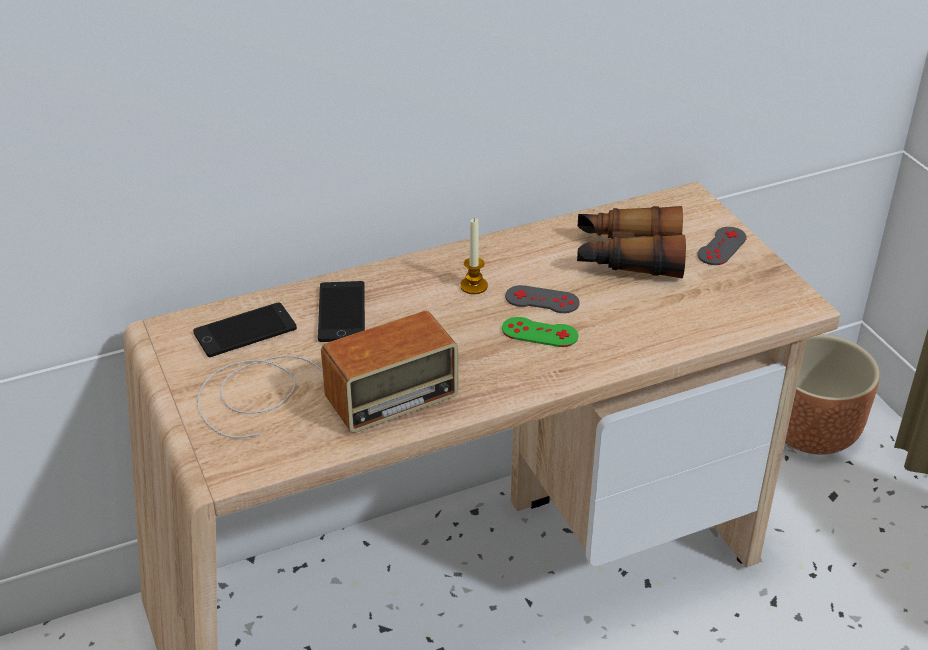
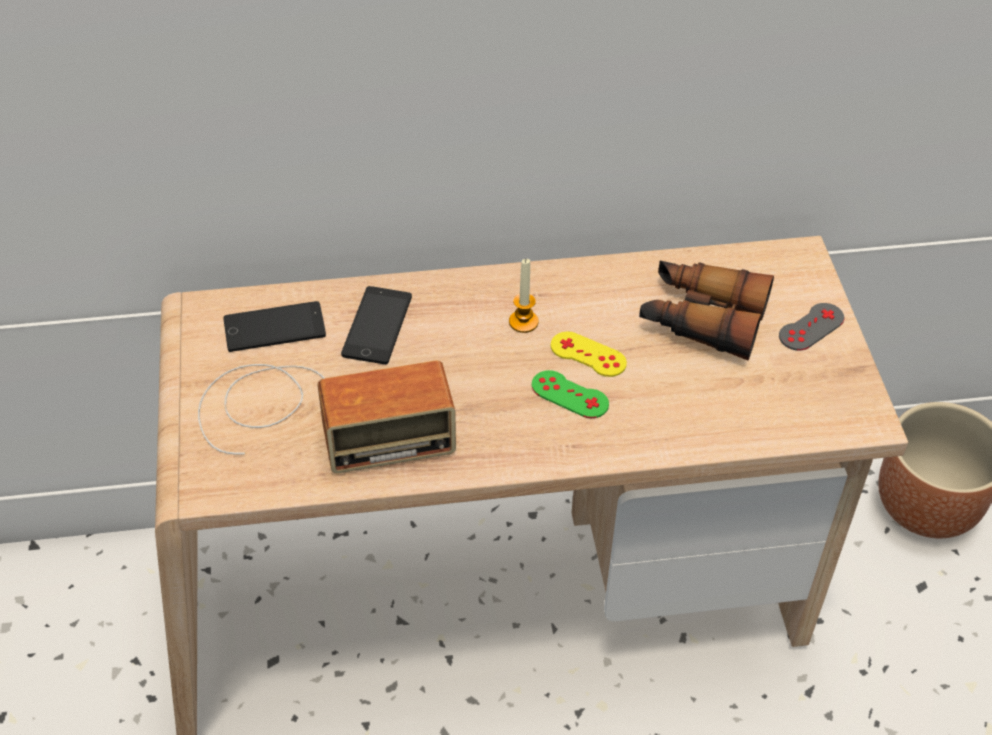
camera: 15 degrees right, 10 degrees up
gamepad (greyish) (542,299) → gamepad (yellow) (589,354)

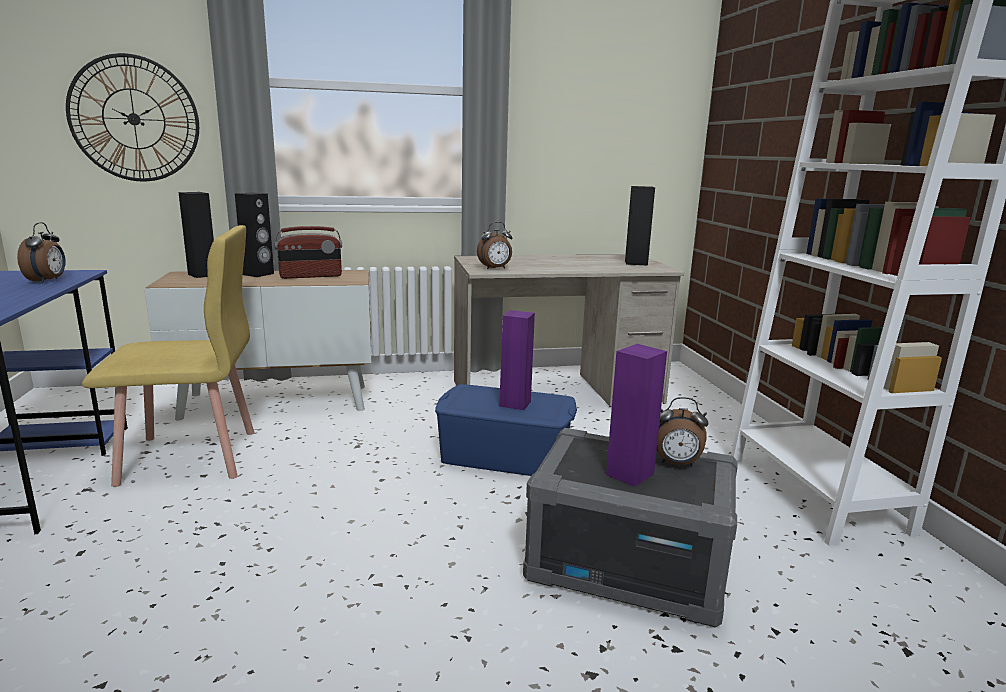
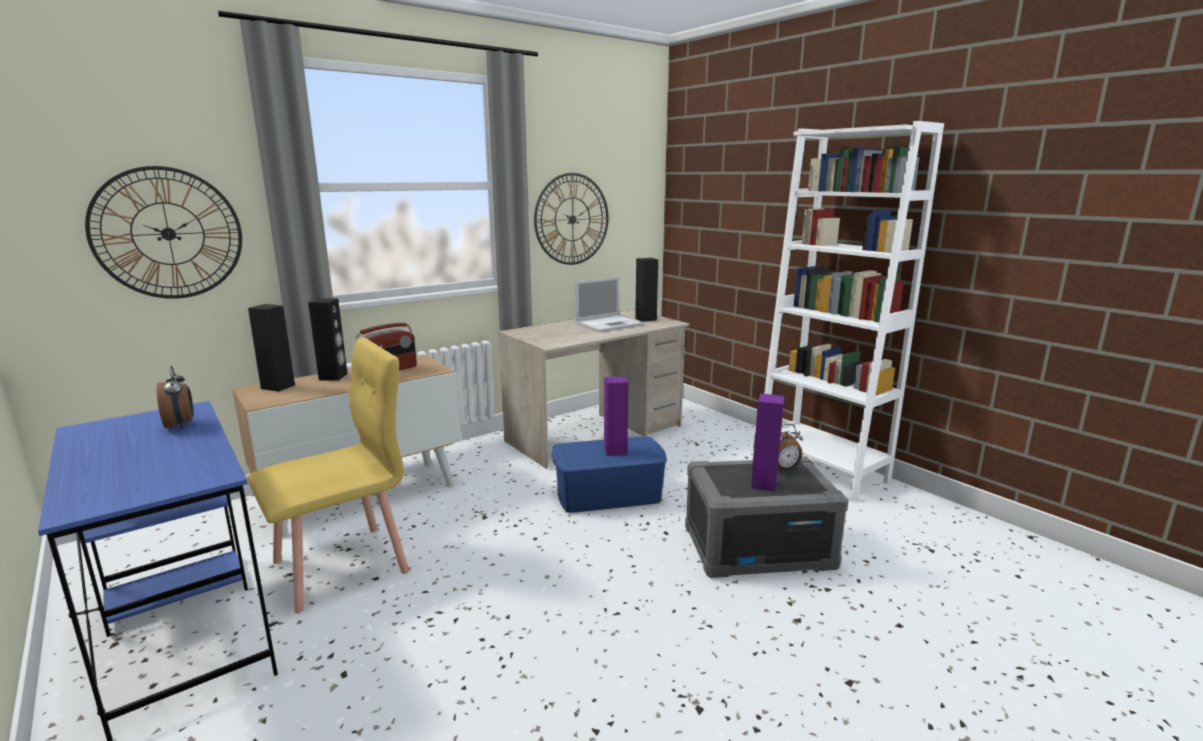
camera: 25 degrees left, 0 degrees up
bedside clock (494,246) → -
- → hanging clock (571,219)
- → notebook computer (609,304)

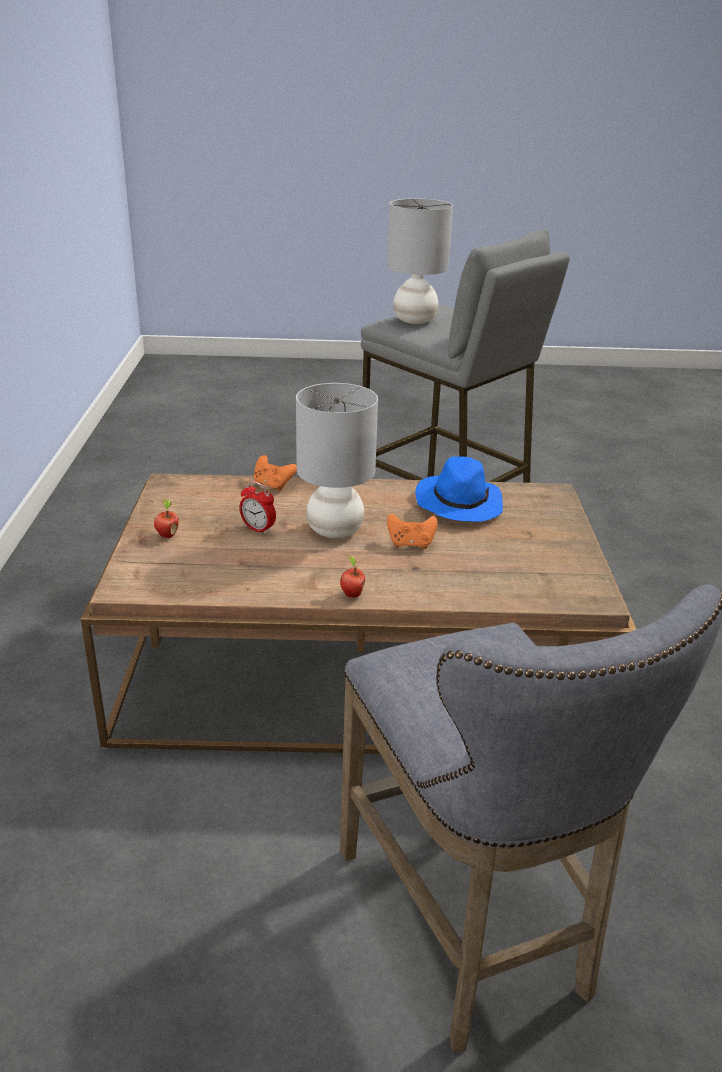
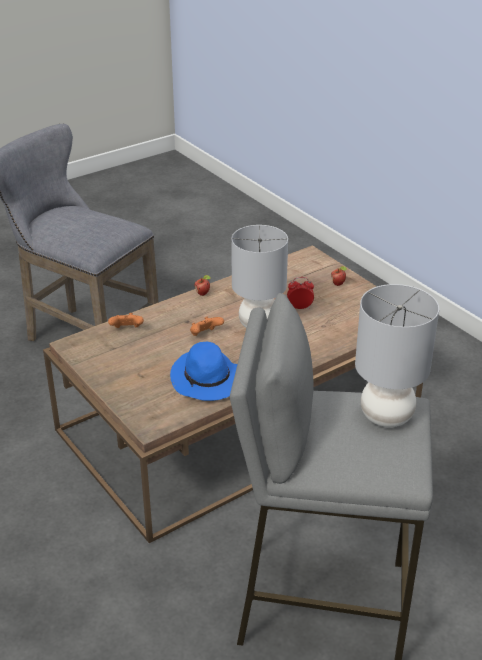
camera: 145 degrees right, 5 degrees up
gamepad (orange) (275,473) → gamepad (orange) (126,320), moved

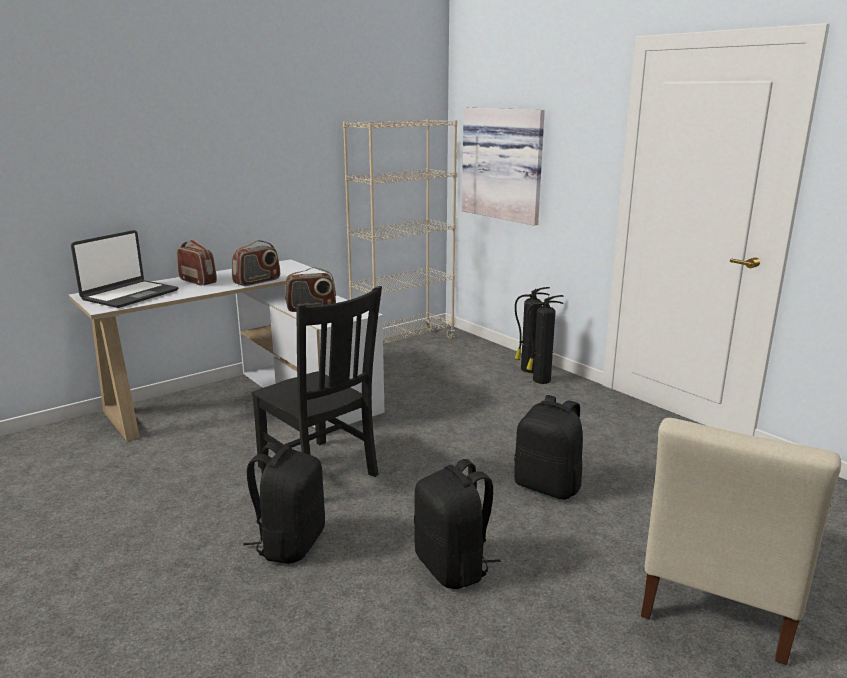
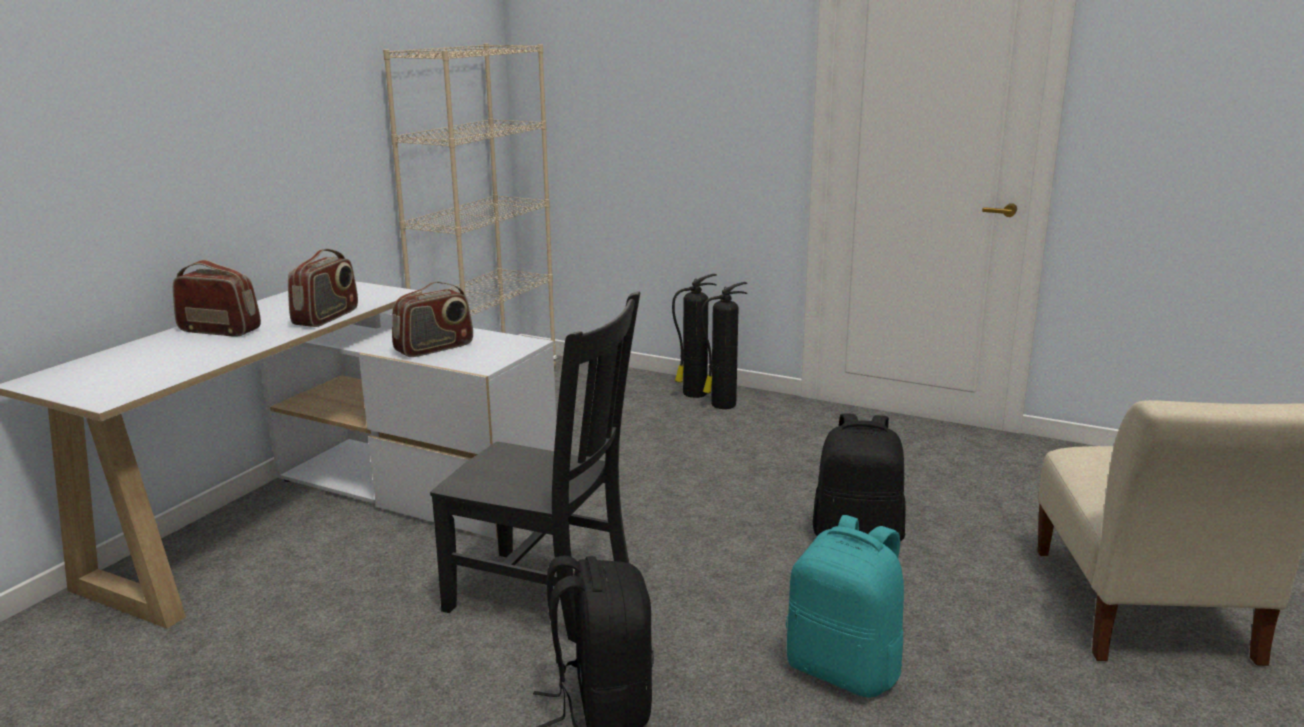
camera: 25 degrees left, 0 degrees up
wall picture (503,167) → -
notebook computer (125,269) → -
backpack (black-coloured) (457,524) → backpack (blue-green) (845,606)

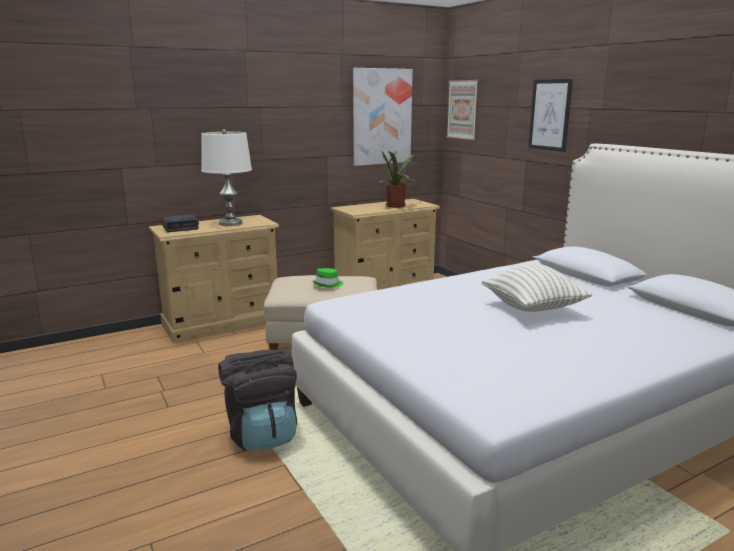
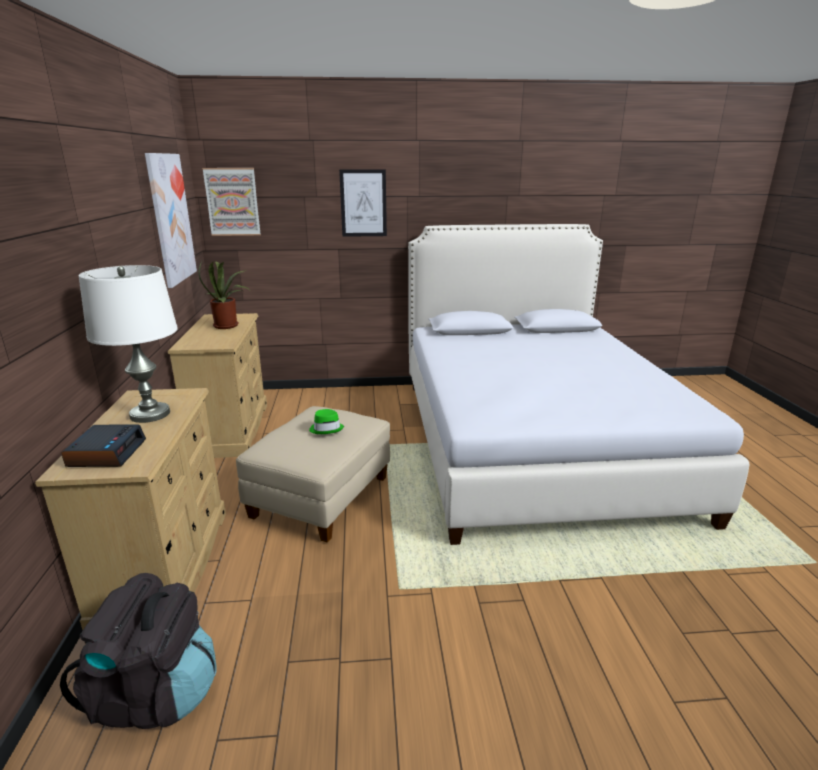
camera: 65 degrees left, 5 degrees up
pillow (537,288) → -
backpack (black-coloured) (257,400) → backpack (black-coloured) (138,651), moved

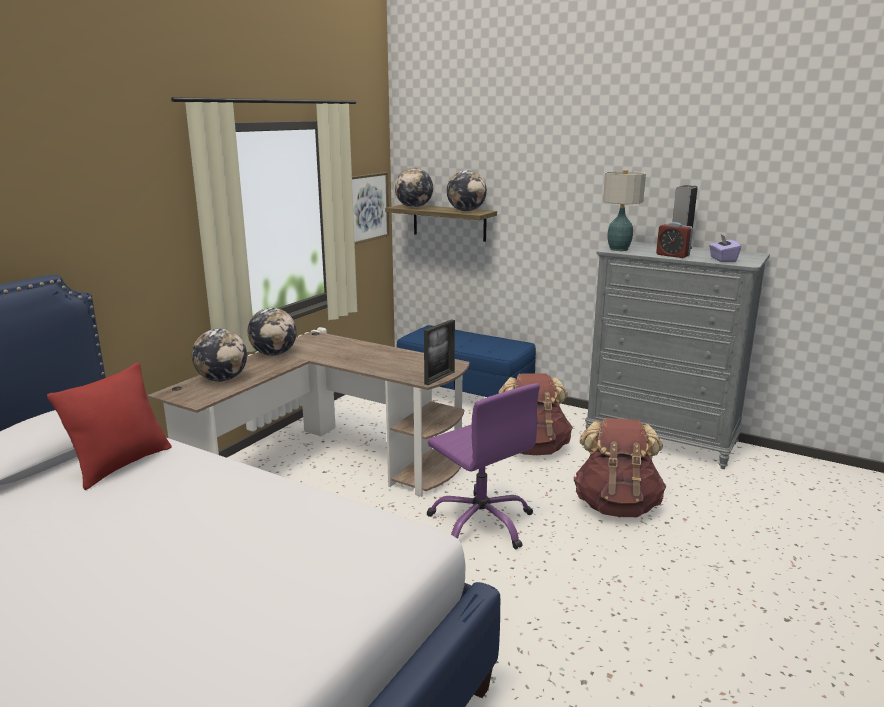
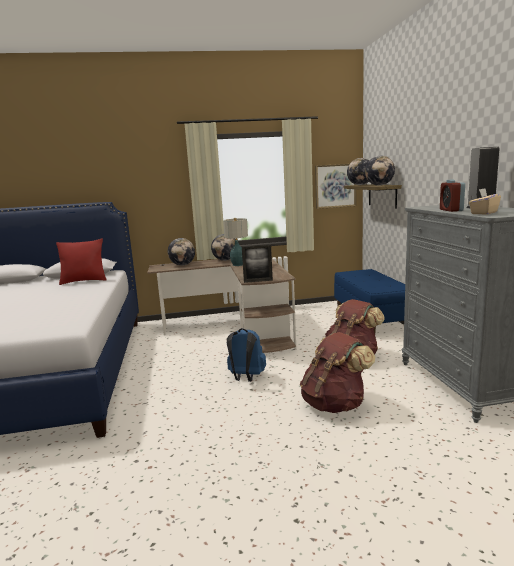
camera: 50 degrees right, 5 degrees down
lamp for a table (624,210) → lamp for a table (235,242), moved
box of tissues (purple) (725,248) → box of tissues (beige) (485,201)
computer chair (purple) (483,466) → backpack (blue-coloured) (246,355)

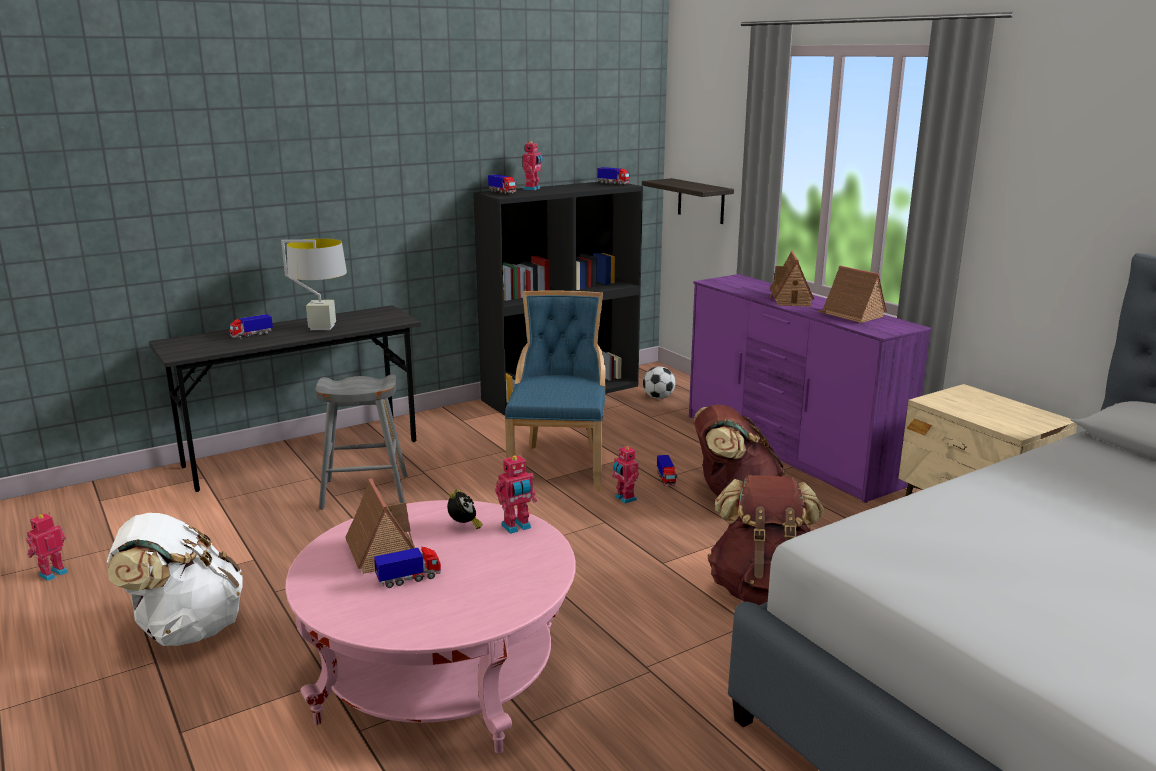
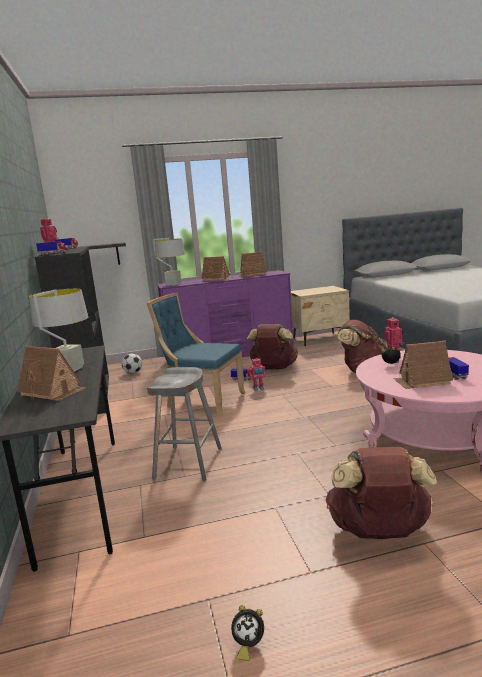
camera: 70 degrees left, 5 degrees down
model truck (251,326) → model house (51,373)
model robot (47,546) → bedside clock (247,633)
backpack (white) (175,579) → backpack (brown-coloured) (381,493)
- → lamp for a table (greyish) (169,262)

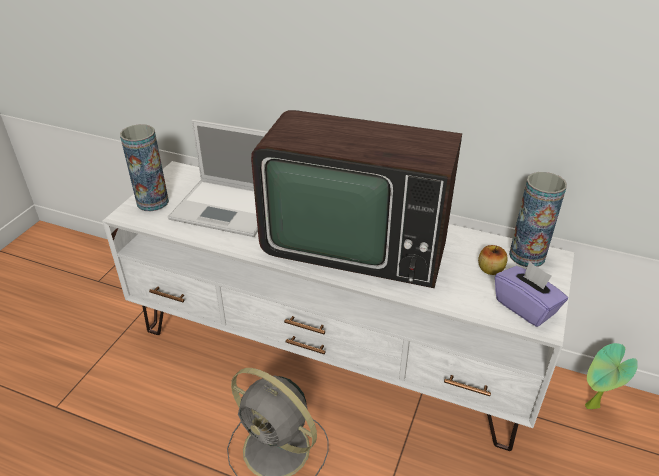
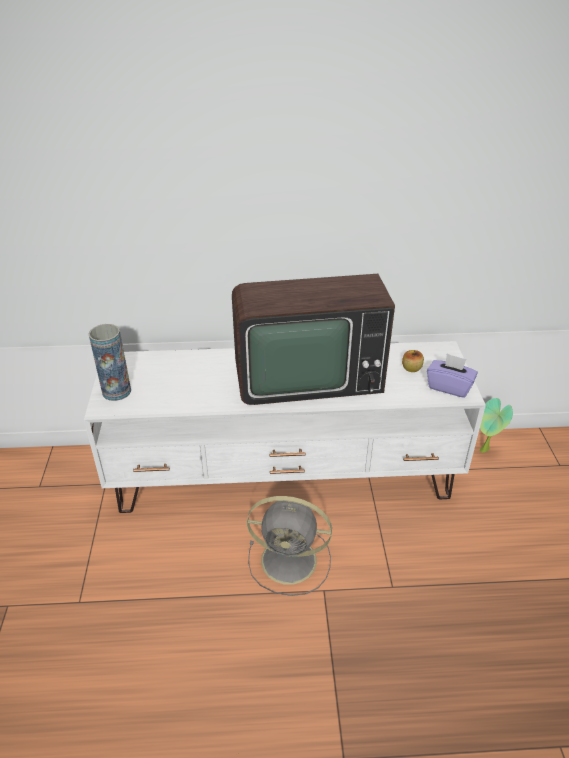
camera: 25 degrees left, 0 degrees up
notebook computer (218,178) → -
flower vase (538,219) → -

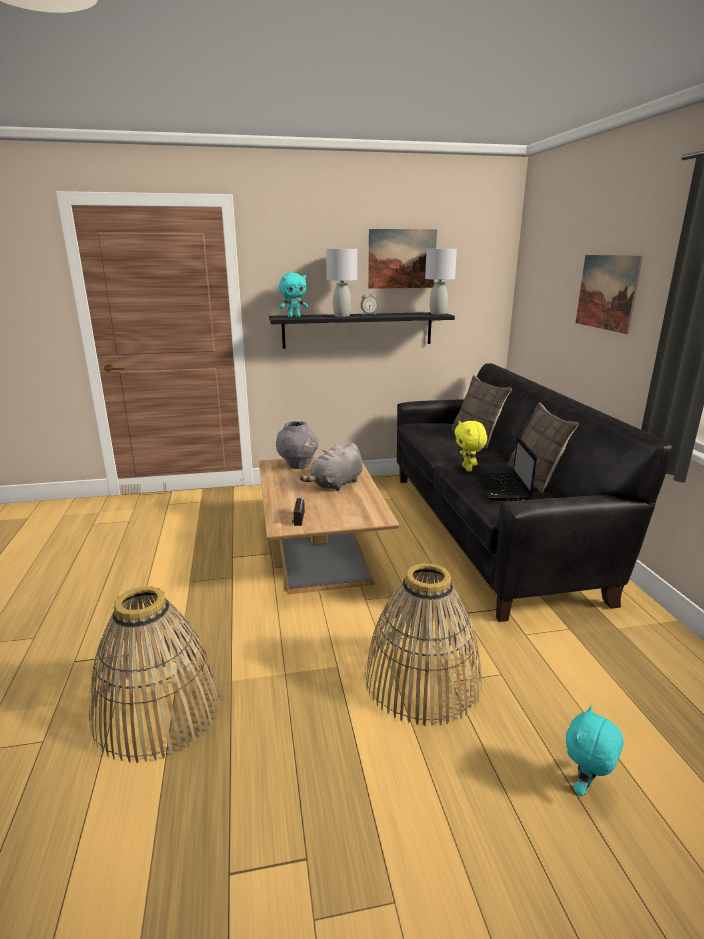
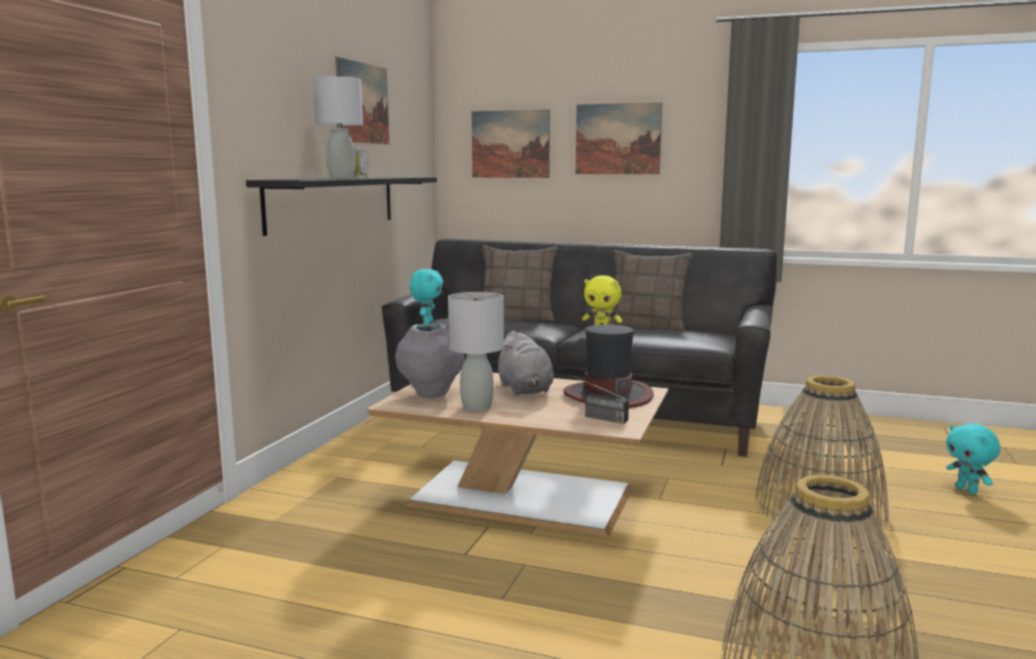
camera: 60 degrees left, 10 degrees down
lamp for a table (greyish) (441,282) → lamp for a table (greyish) (476,352), moved
plush toy (blue-green) (293,295) → plush toy (blue-green) (426,296), moved
notebook computer (506,468) → -
- → wall picture (511,143)
- → wearable hat (608,366)

